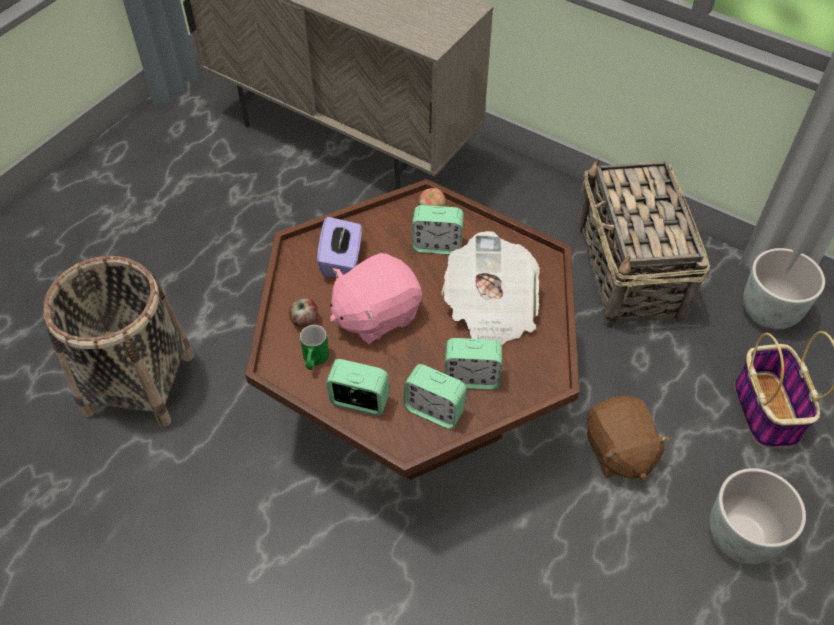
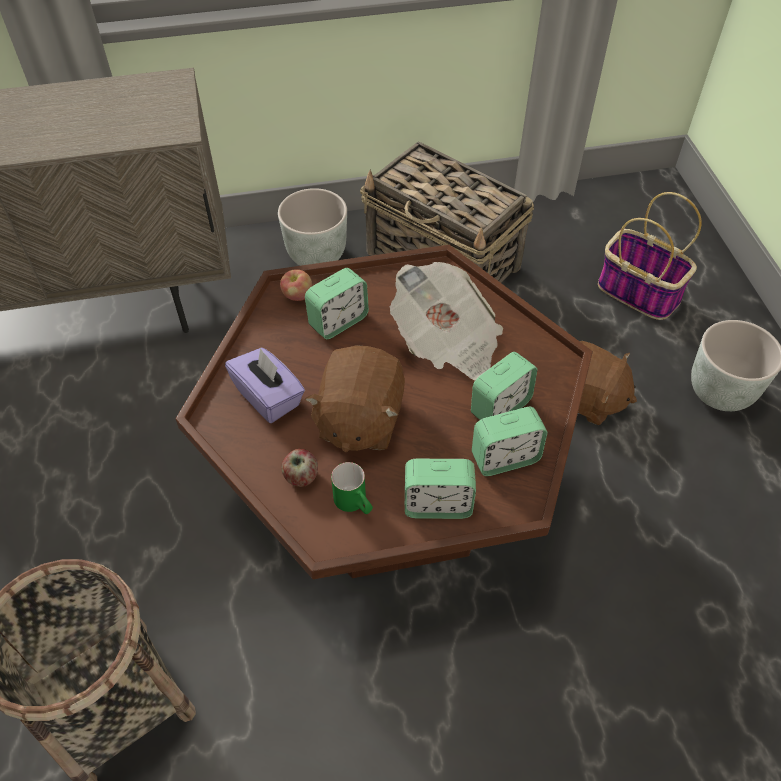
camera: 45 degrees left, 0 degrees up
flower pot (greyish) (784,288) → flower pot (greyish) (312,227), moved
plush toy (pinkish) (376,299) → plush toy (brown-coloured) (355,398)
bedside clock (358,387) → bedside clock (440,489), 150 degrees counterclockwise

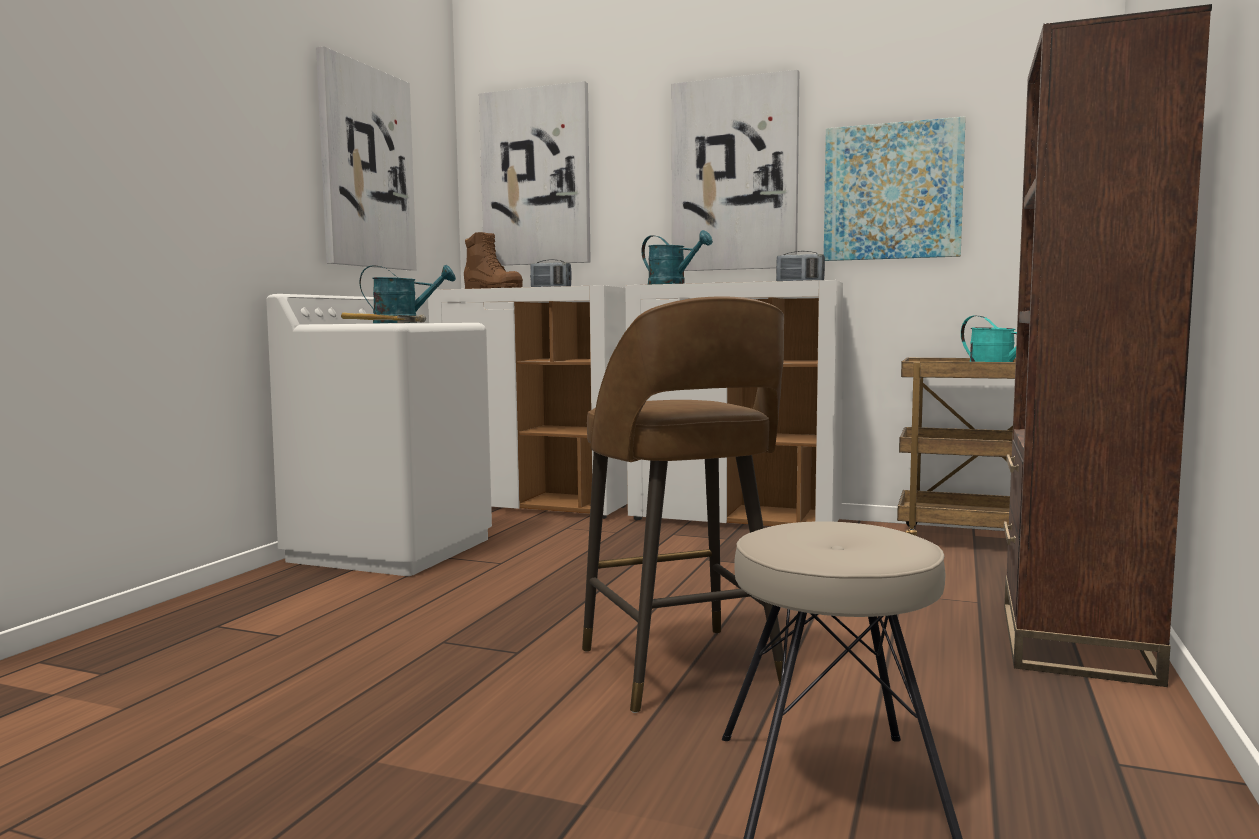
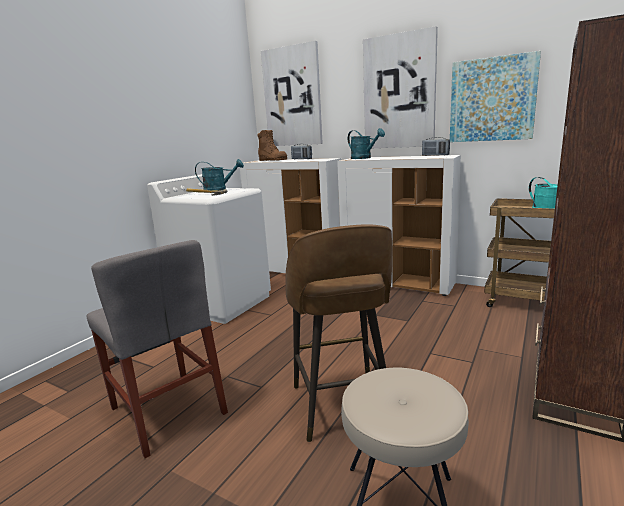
camera: 10 degrees right, 10 degrees up
wall picture (366,158) → -
- → upright chair (greyish) (157,349)

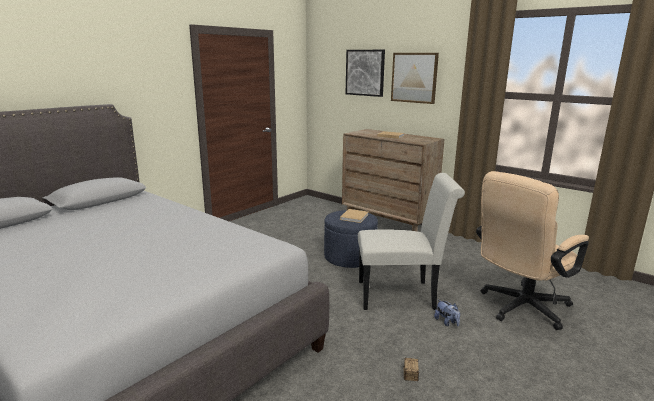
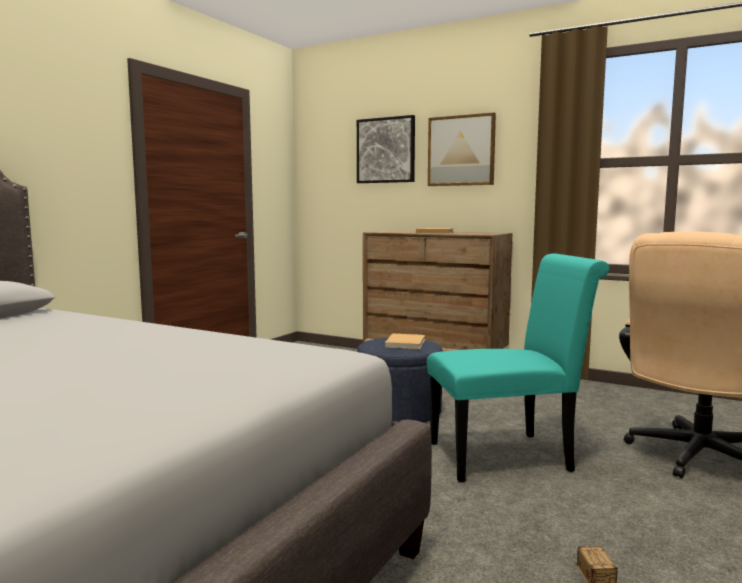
camera: 10 degrees left, 10 degrees down
upright chair (white) (411,241) → upright chair (blue-green) (518,367)
plush toy (447,313) → -

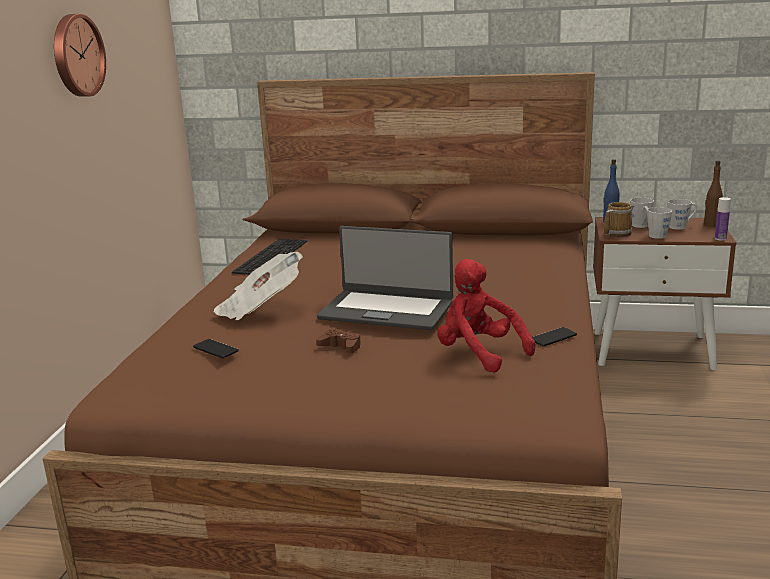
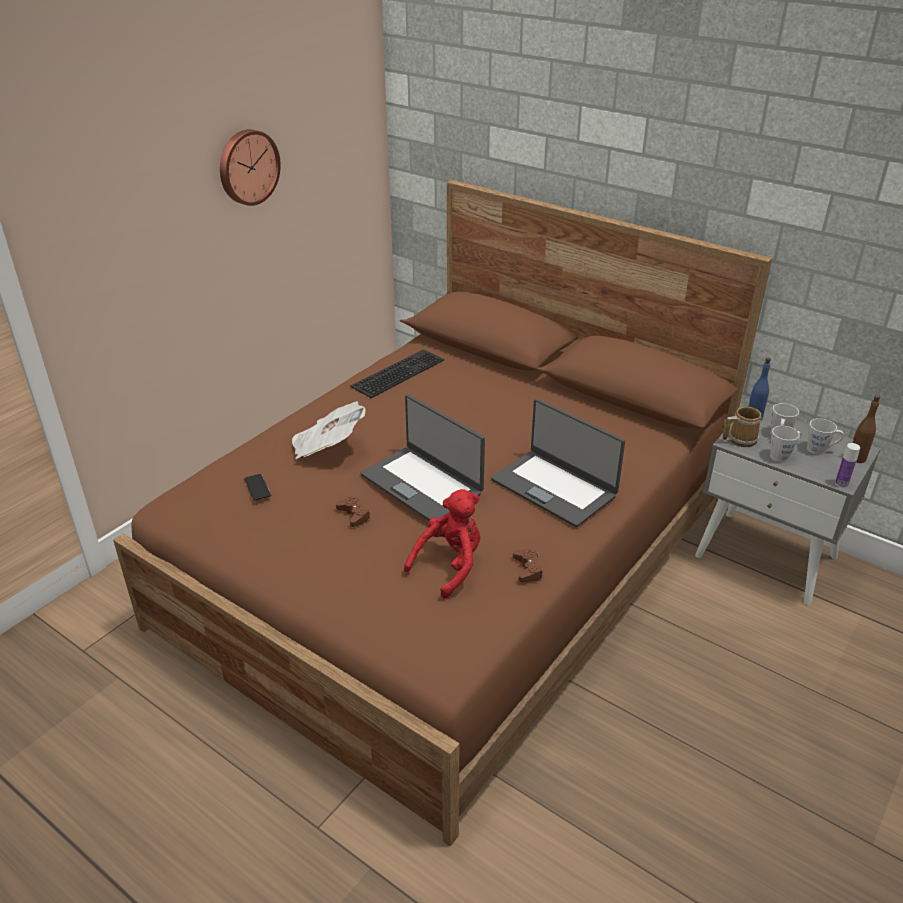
camera: 25 degrees right, 15 degrees up
nightstand (brown-coloured) (664,293) → nightstand (greyish) (788,505)
plush toy (reddish) (486,316) → plush toy (reddish) (442,543), 60 degrees clockwise
phone (554,336) → gamepad (brown-coloured) (528,565)
- → notebook computer (558,463)

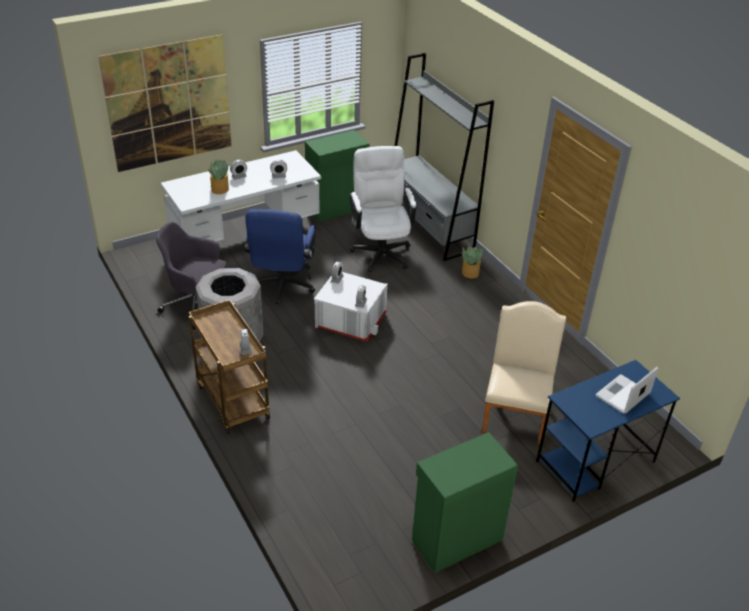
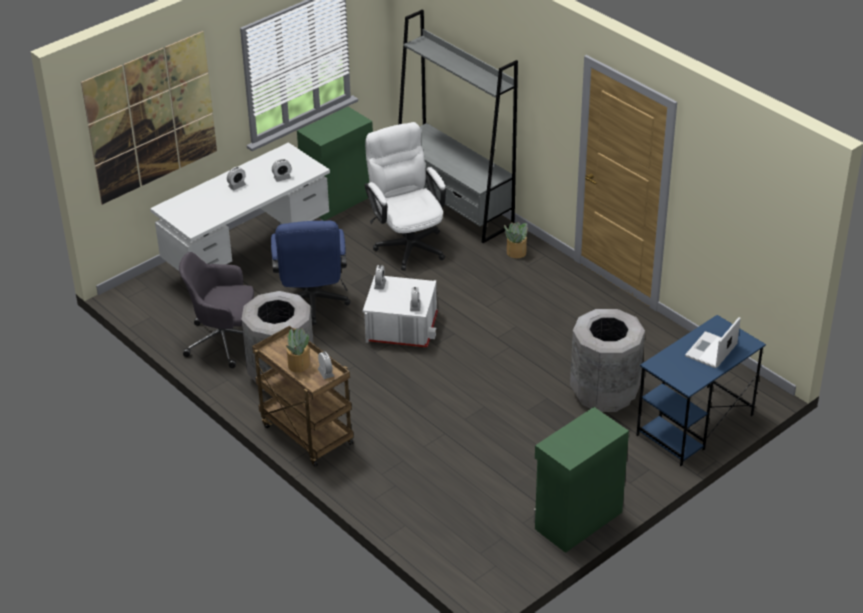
camera: 10 degrees left, 0 degrees up
houseplant (218,177) → houseplant (298,350), moved
upright chair (beige) (524,373) → trash can (greyish) (607,360)

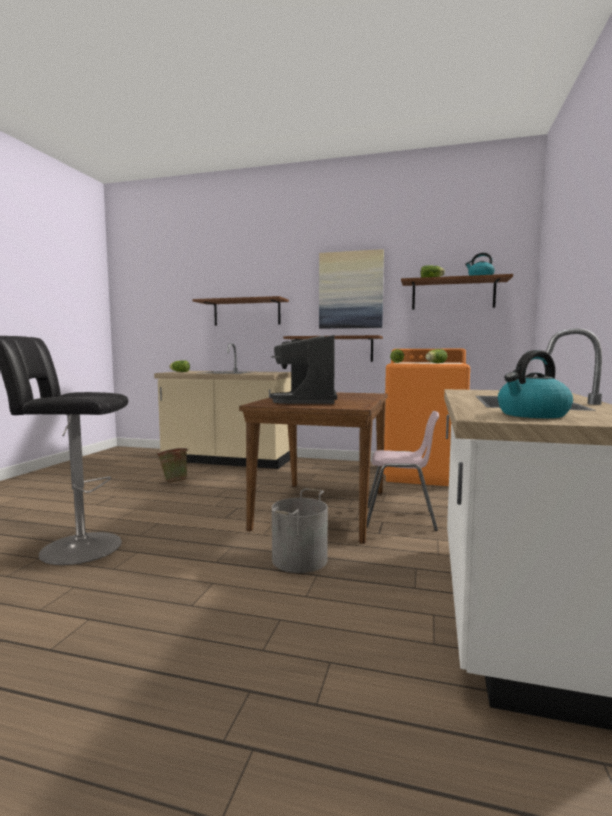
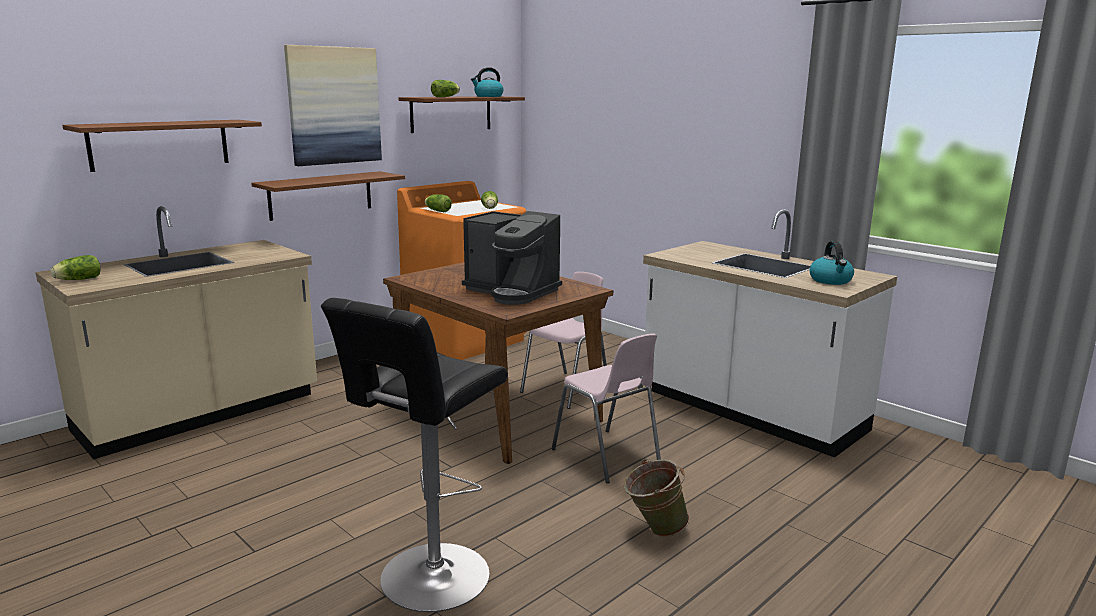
camera: 60 degrees left, 10 degrees up
water bucket (green) (172,465) → water bucket (green) (657,498), moved
water bucket (greyish) (300,530) → upright chair (pinkish) (606,408)

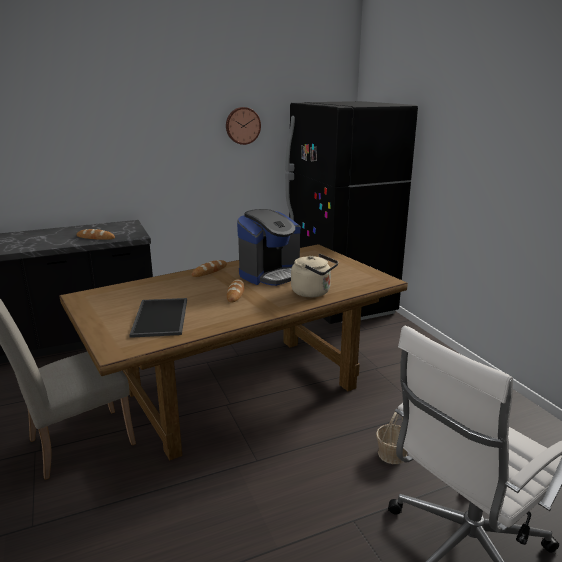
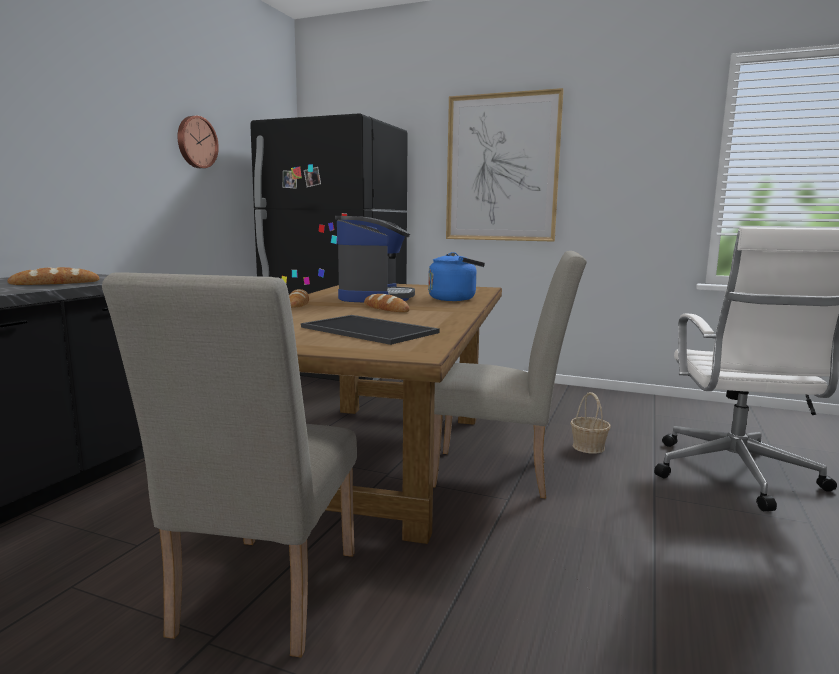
camera: 45 degrees left, 10 degrees down
kettle (beige) (314,275) → kettle (blue-coloured) (456,276)
- → wall picture (505,165)
- → upright chair (beige) (510,375)

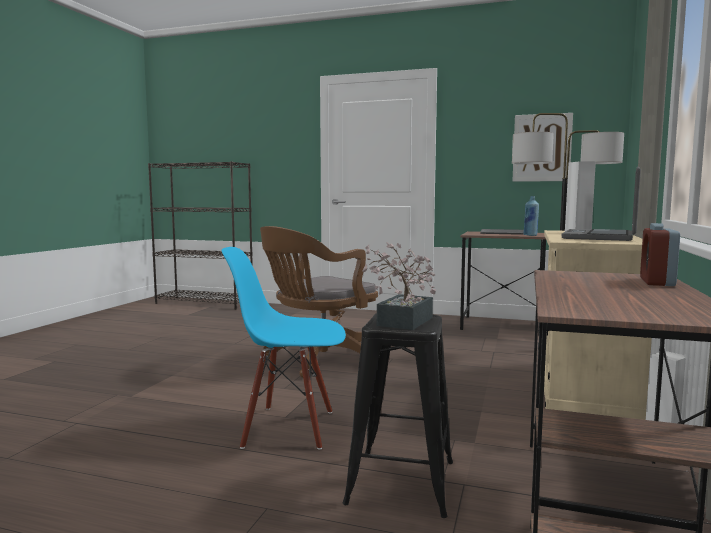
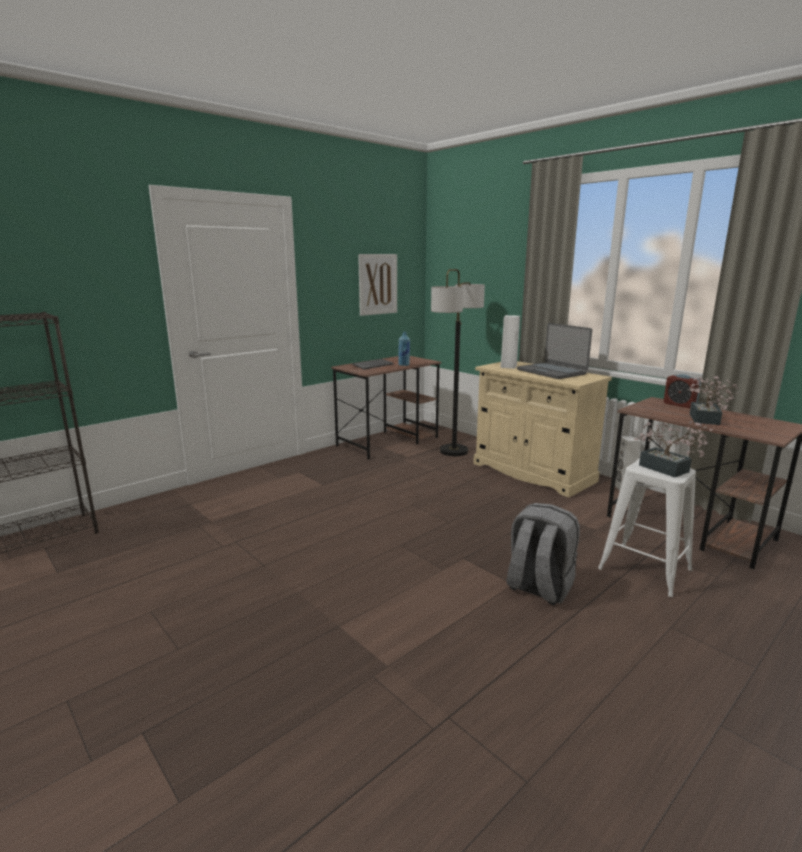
camera: 60 degrees left, 10 degrees up
computer chair (brown-coloured) (319,302) → -
upright chair (blue-coloured) (284,348) → backpack (greyish) (543,554)
stool (black-coloured) (397,415) → stool (white) (647,527)
- → houseplant (713,400)

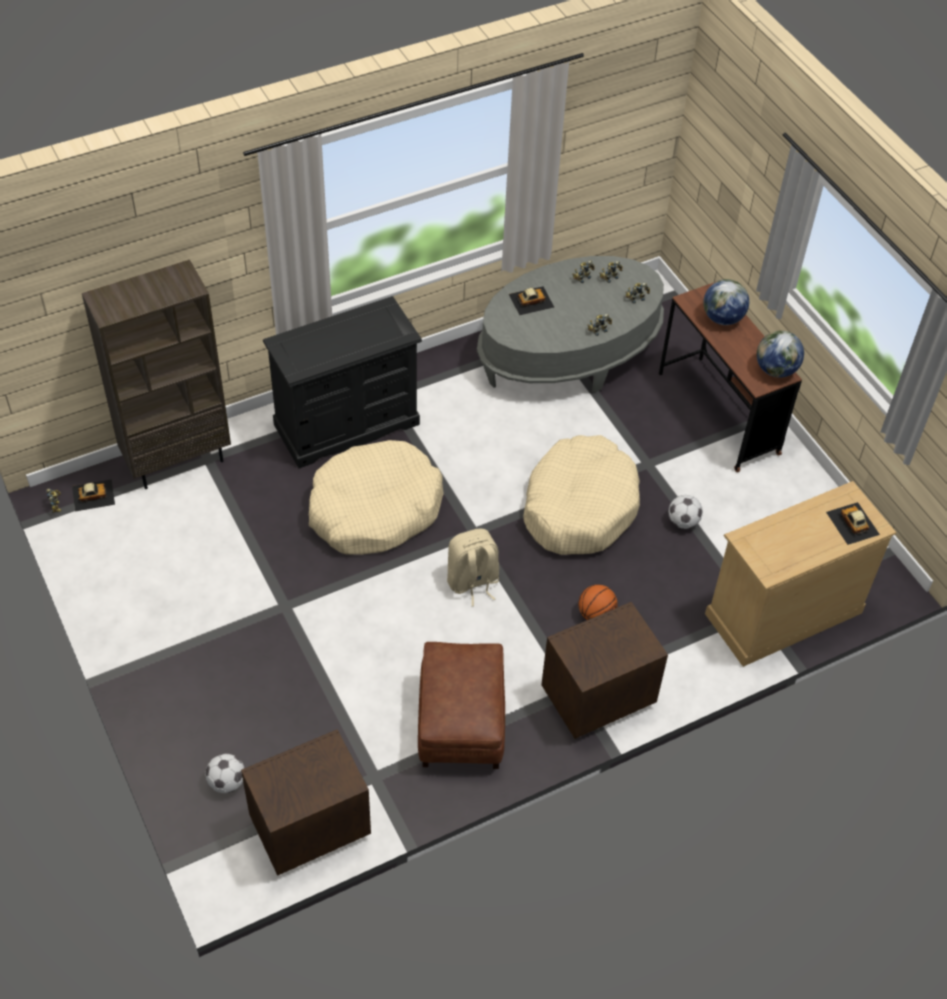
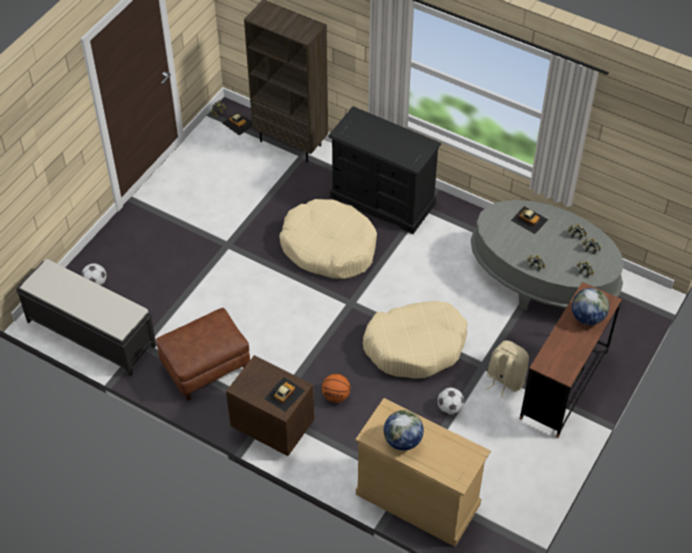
camera: 60 degrees right, 0 degrees up
desk globe (780,354) → desk globe (404,430), moved
toy car (853,523) → toy car (284,394), moved
backpack (beige) (473,567) → backpack (beige) (507,369), moved
nightstand (brown-coloured) (306,802) → indoor bench (black-coloured) (86,318)

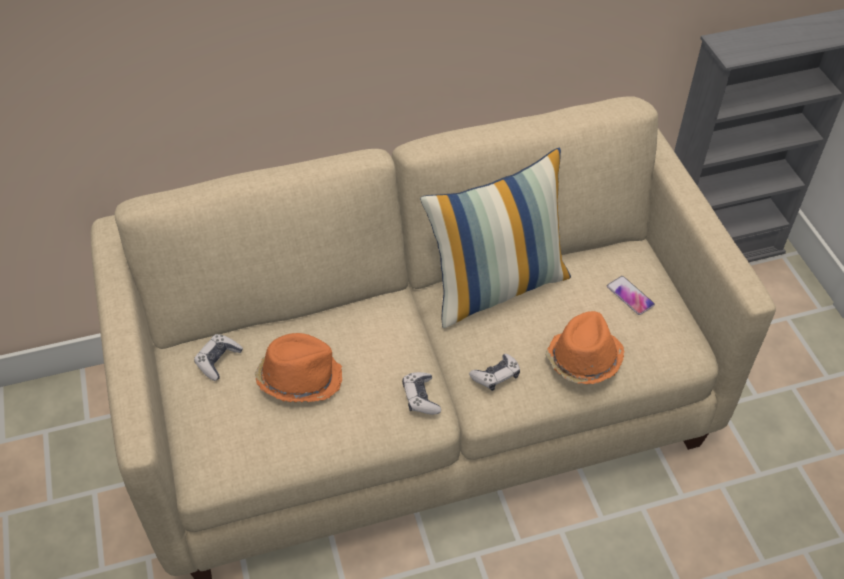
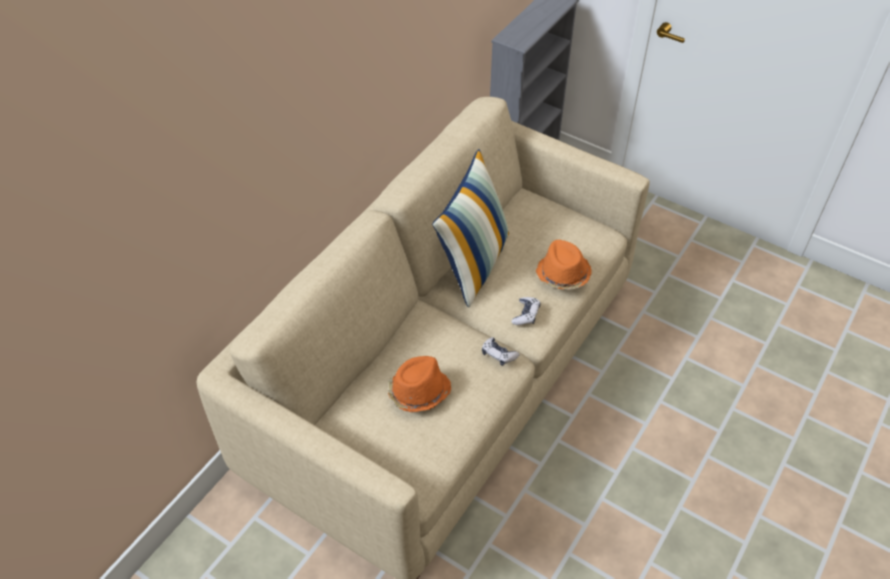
camera: 40 degrees left, 0 degrees up
phone (631,295) → -
gamepad (218,357) → -

